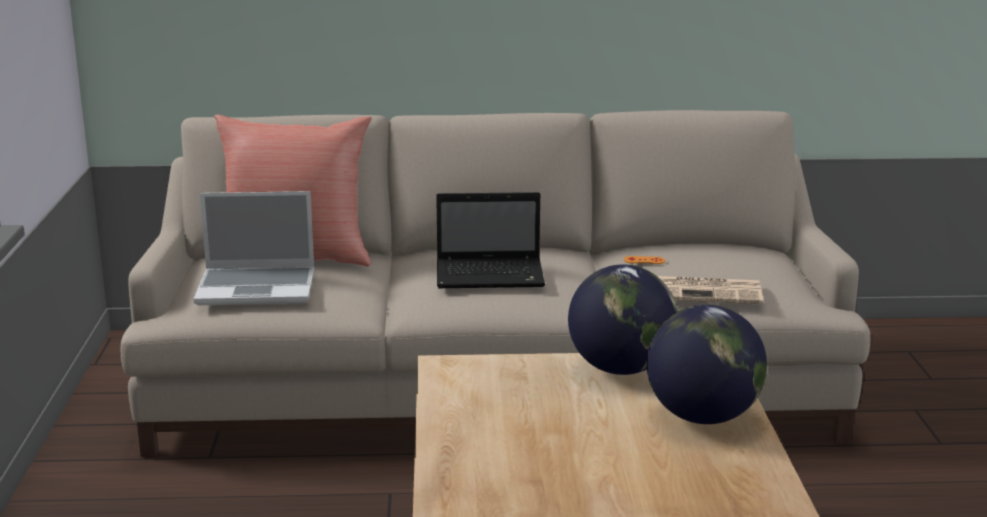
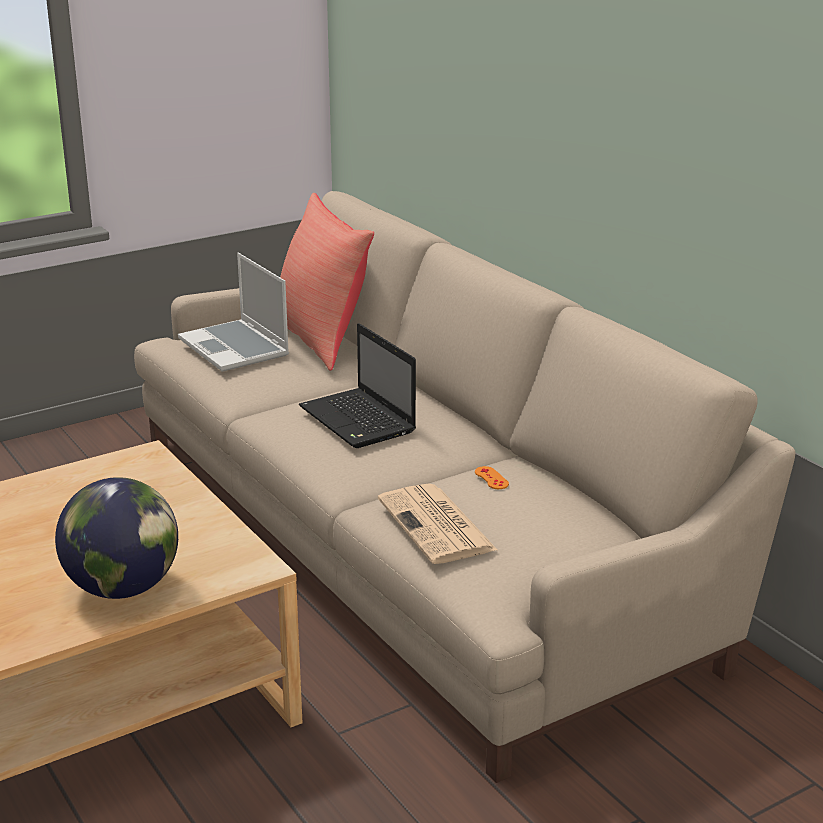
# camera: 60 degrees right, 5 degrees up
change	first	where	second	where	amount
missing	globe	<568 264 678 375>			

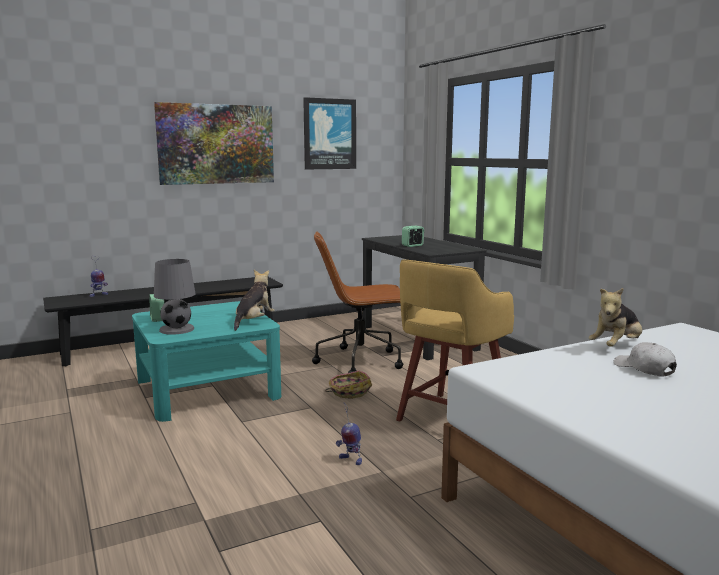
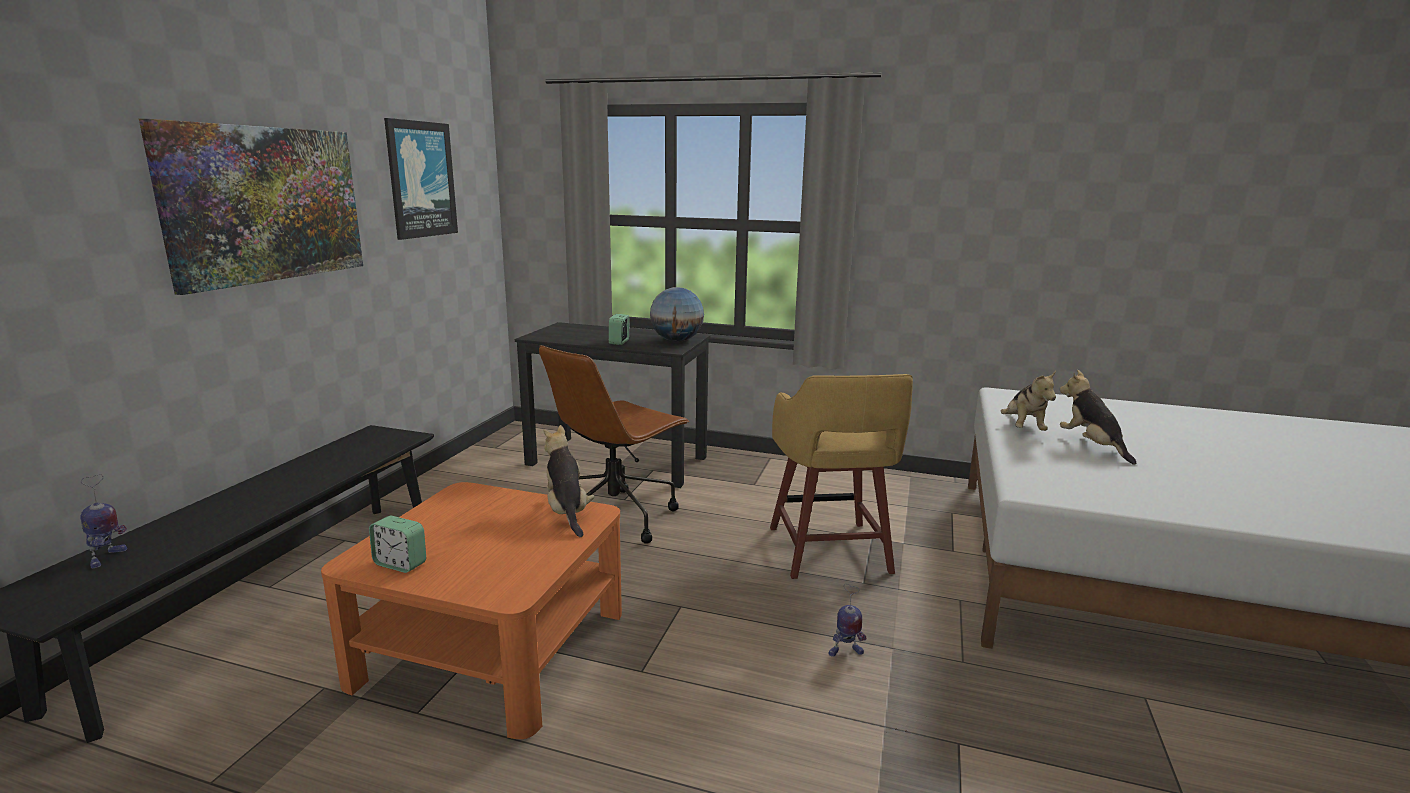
# camera: 45 degrees left, 5 degrees up
change	first	where	second	where	amount
colour	coffee table (turquoise)	<132 301 281 422>	coffee table (orange)	<321 482 622 739>	
missing	table lamp (grey)	<154 259 196 335>			
missing	basket	<325 371 372 399>			
exchanged	cap (white)	<613 342 677 377>	plush toy	<1060 370 1136 465>	
appeared			globe	<650 287 704 342>	

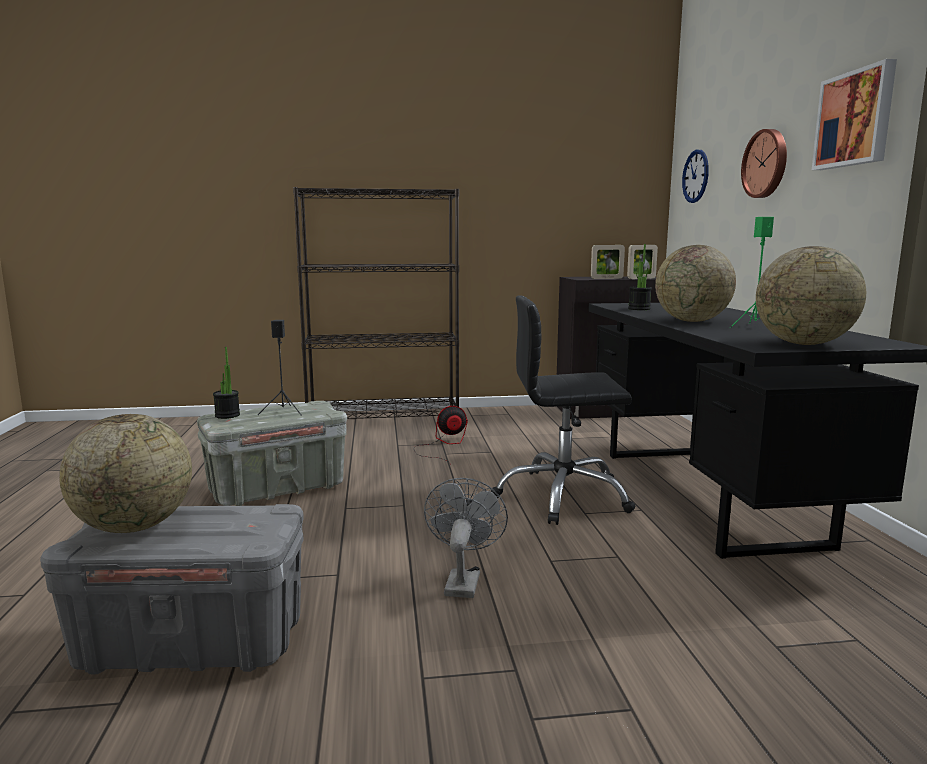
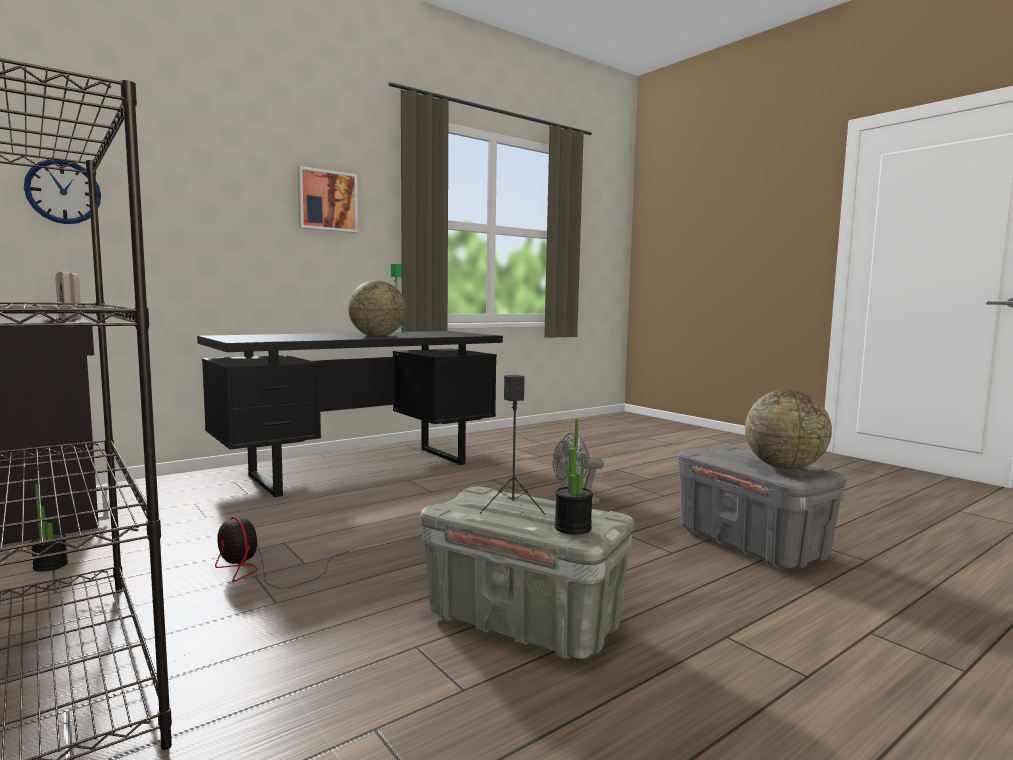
# camera: 120 degrees left, 5 degrees down
change	first	where	second	where	amount
missing	office chair (black)	<491 295 636 525>			
relocated	potted plant	<628 244 652 310>		<31 484 68 572>	
missing	wall clock	<741 129 787 198>			
missing	globe	<756 246 866 345>			

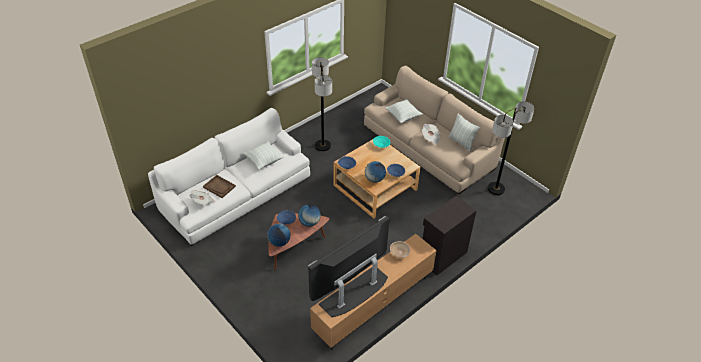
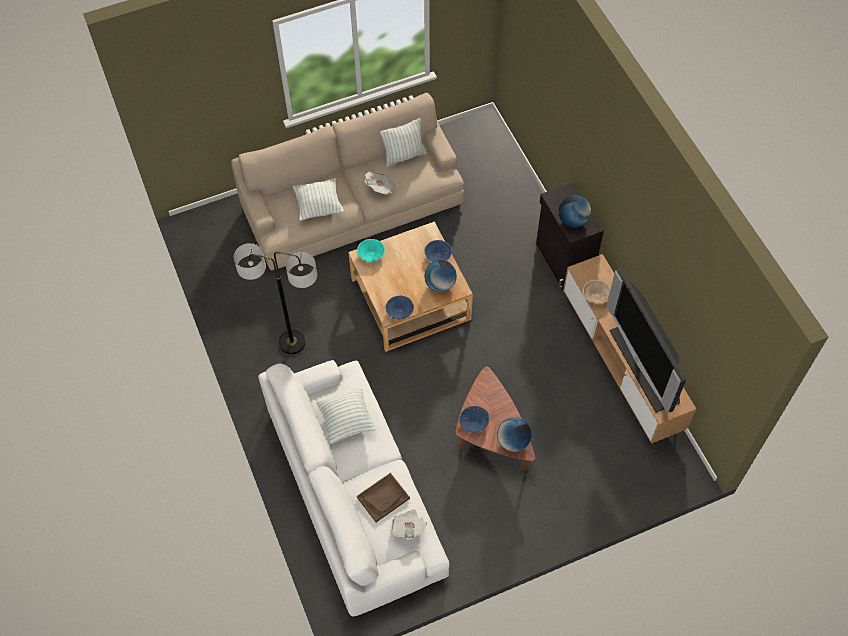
# camera: 70 degrees left, 15 degrees up
change	first	where	second	where	amount
relocated	globe	<298 204 321 227>		<558 195 591 228>	
missing	floor lamp	<488 101 535 195>			

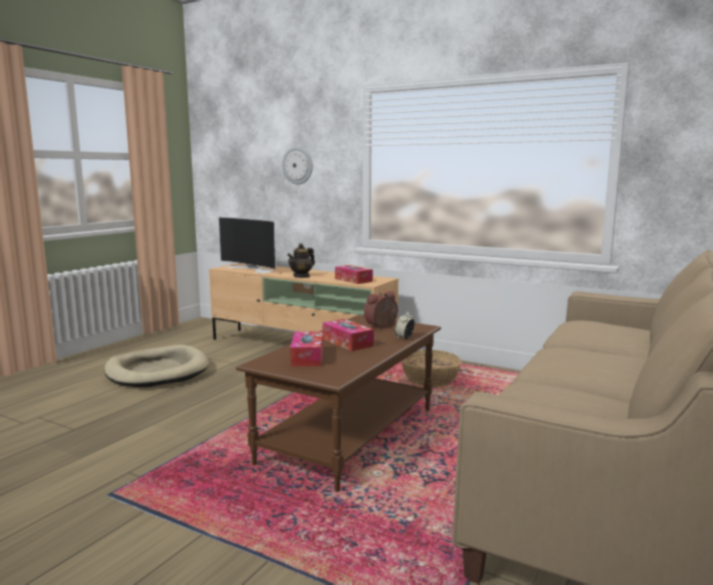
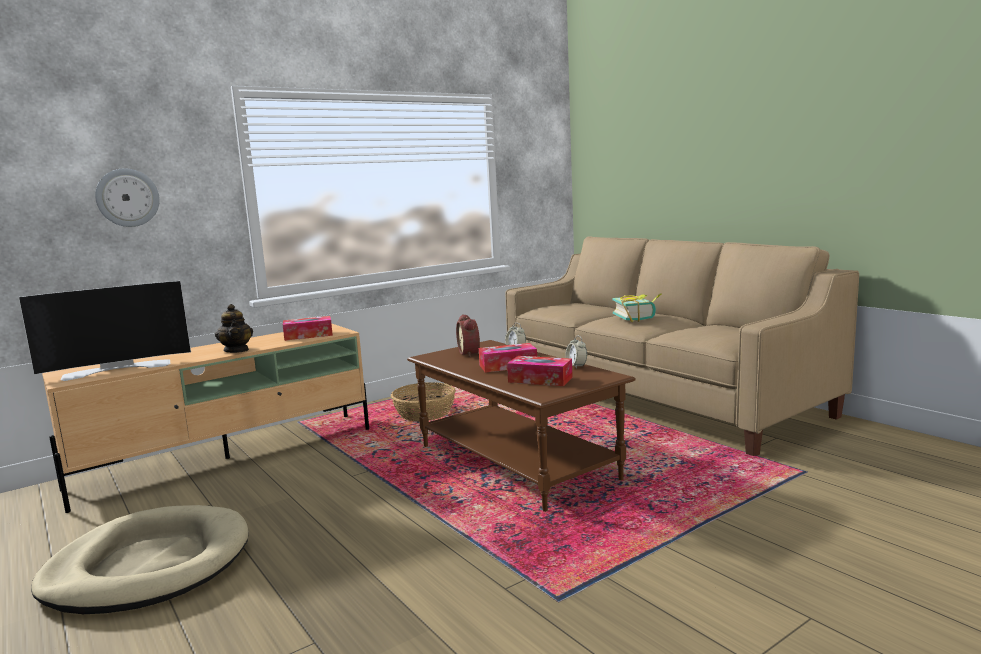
# camera: 65 degrees left, 0 degrees up
change	first	where	second	where	amount
appeared			alarm clock	<565 336 587 369>	
appeared			book	<612 293 661 322>	

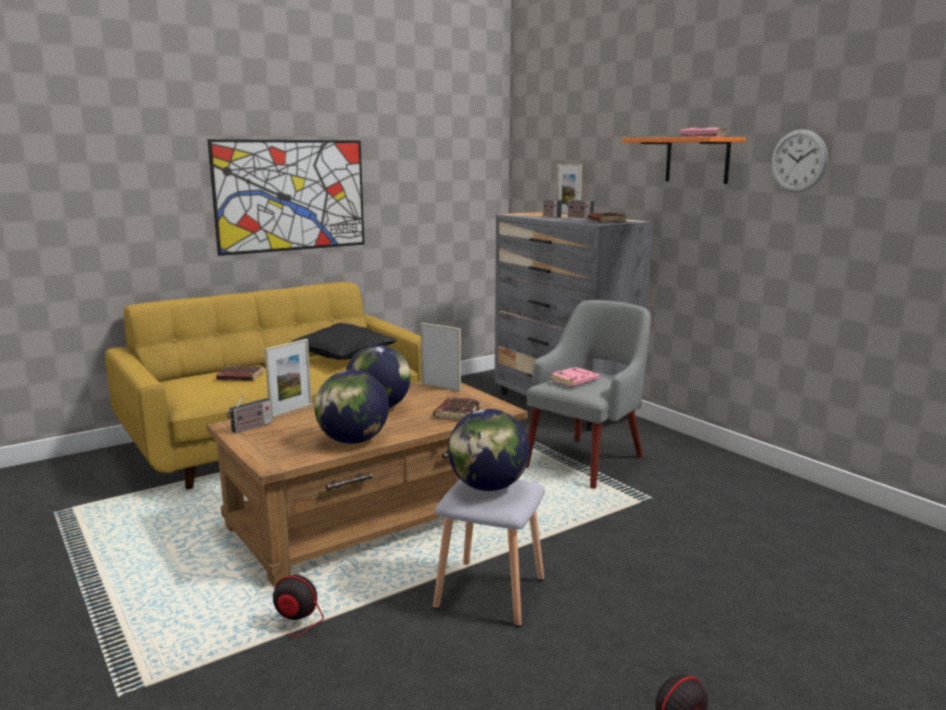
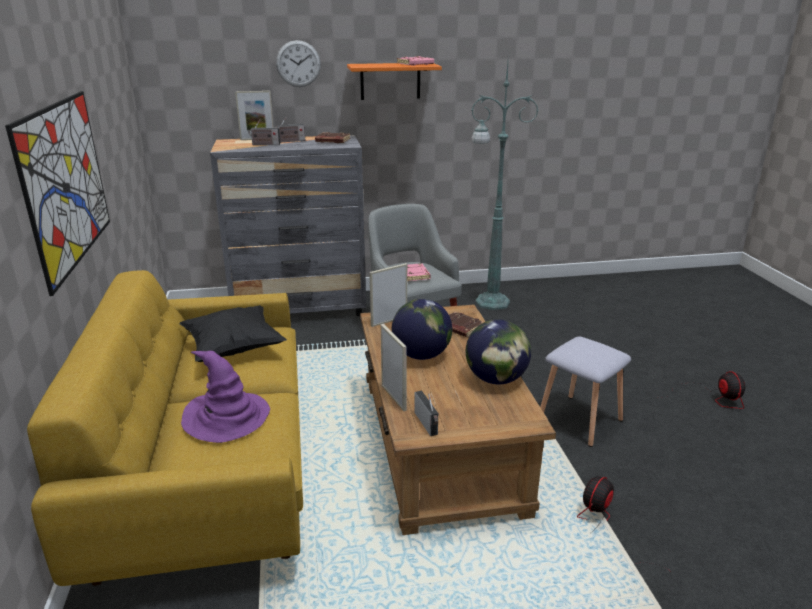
# camera: 65 degrees left, 10 degrees up
change	first	where	second	where	amount
exchanged	book (brown)	<216 365 263 381>	hat (purple)	<181 351 270 443>	
missing	globe	<448 409 530 491>			
relocated	wall clock	<771 129 828 192>		<276 40 321 87>	
appeared			floor lamp (green)	<472 63 539 310>	

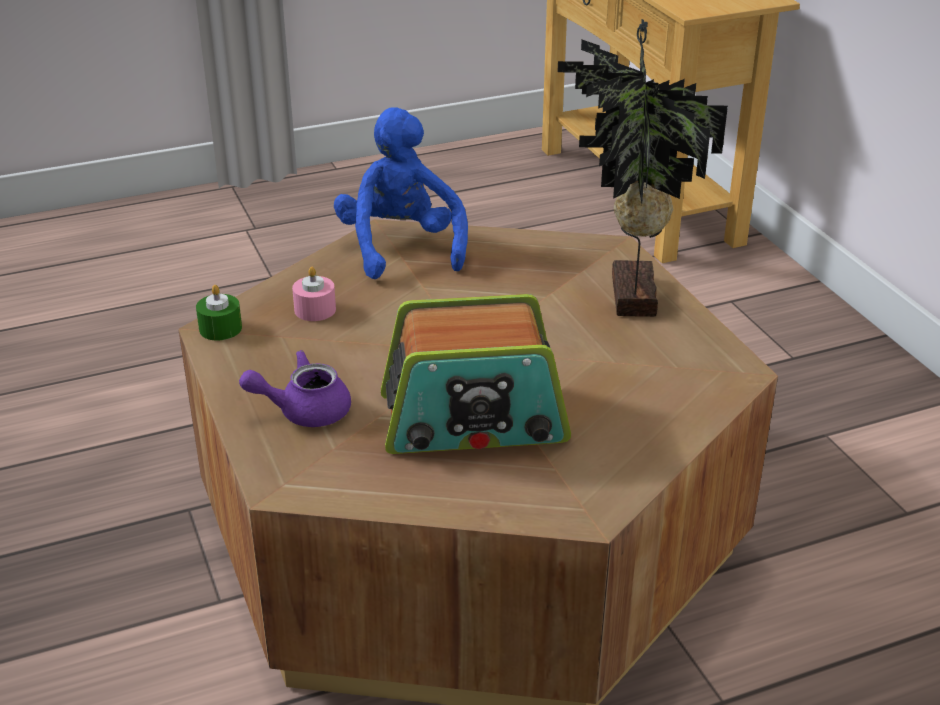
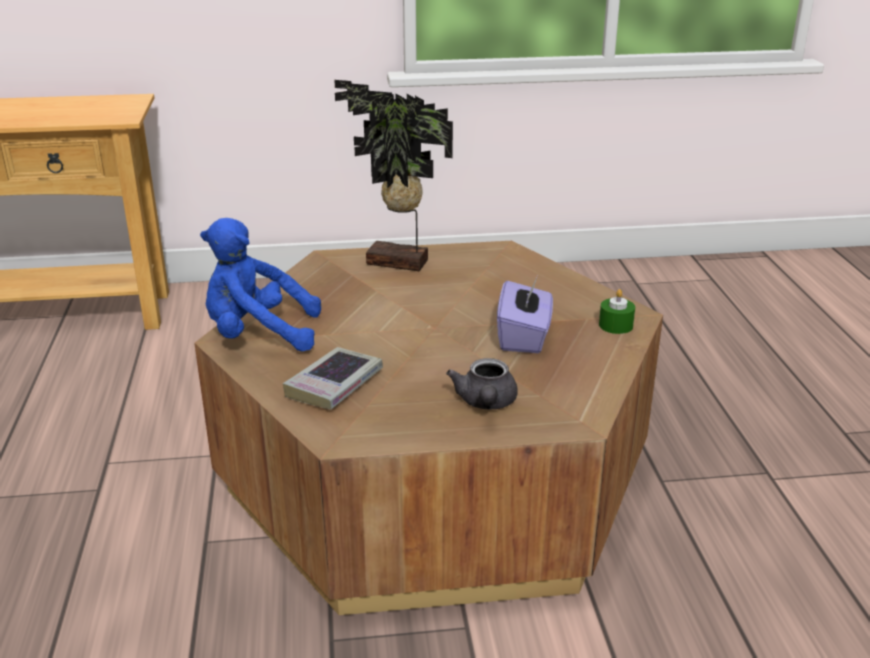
# camera: 75 degrees left, 5 degrees down
change	first	where	second	where	amount
relocated	candle (green)	<196 285 242 340>		<599 289 635 334>	
colour	teapot (purple)	<239 350 351 427>	teapot (grey)	<446 358 518 410>	
exchanged	candle (pink)	<292 267 336 321>	book	<283 347 383 410>	
exchanged	radio	<381 294 571 454>	tissue box (purple)	<497 280 553 353>	

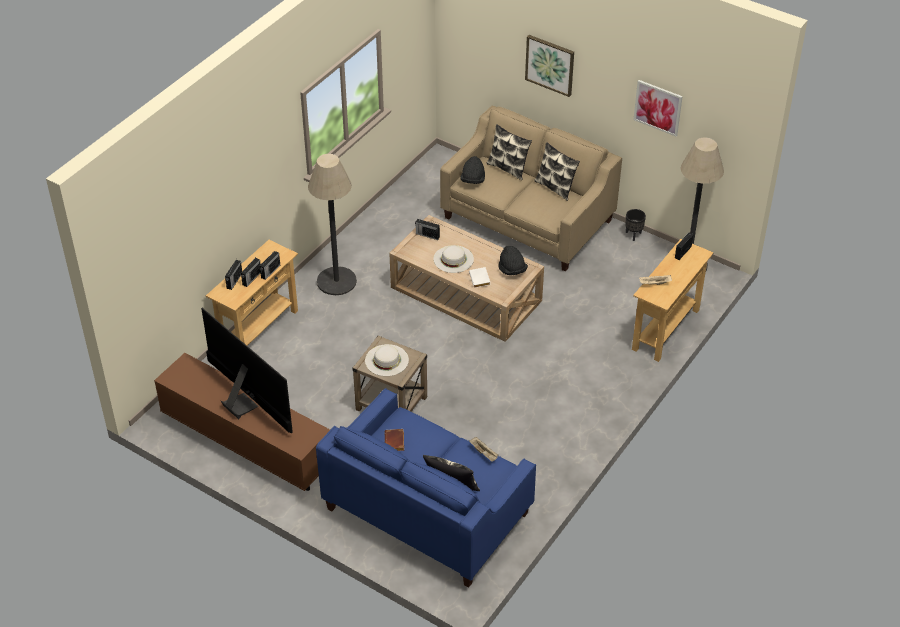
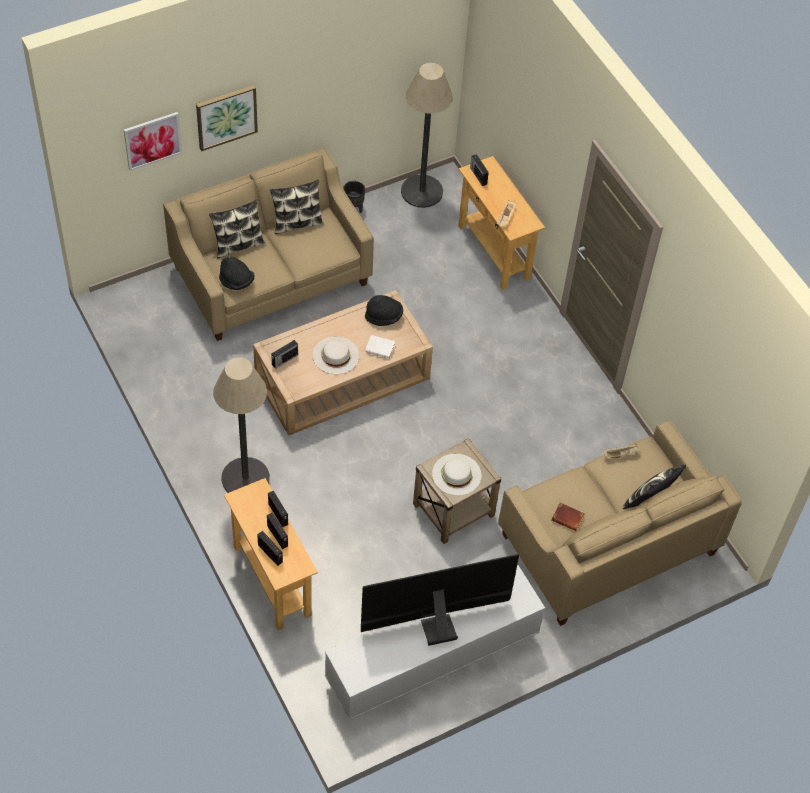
# camera: 65 degrees left, 10 degrees up
change	first	where	second	where	amount
colour	tv stand (brown)	<154 353 330 491>	tv stand (white)	<325 565 545 720>	
colour	sofa (blue)	<316 388 536 588>	sofa (beige)	<498 420 742 626>	
relocated	picture	<634 80 683 136>		<124 112 182 171>	

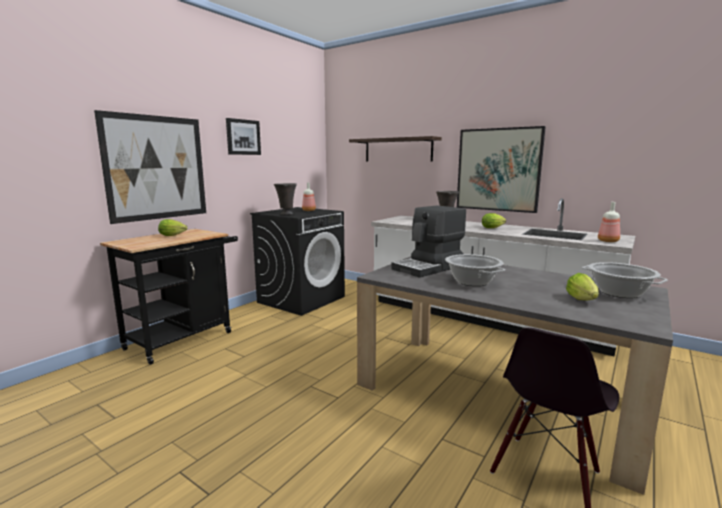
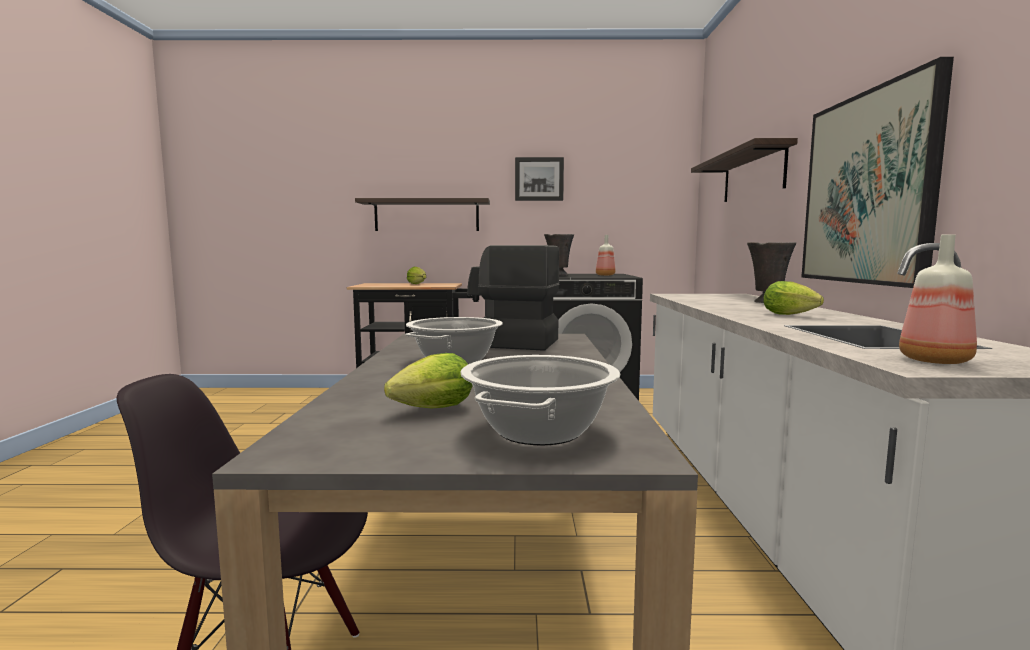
# camera: 55 degrees right, 5 degrees down
change	first	where	second	where	amount
exchanged	picture	<94 110 206 224>	shelf	<355 198 490 231>	

